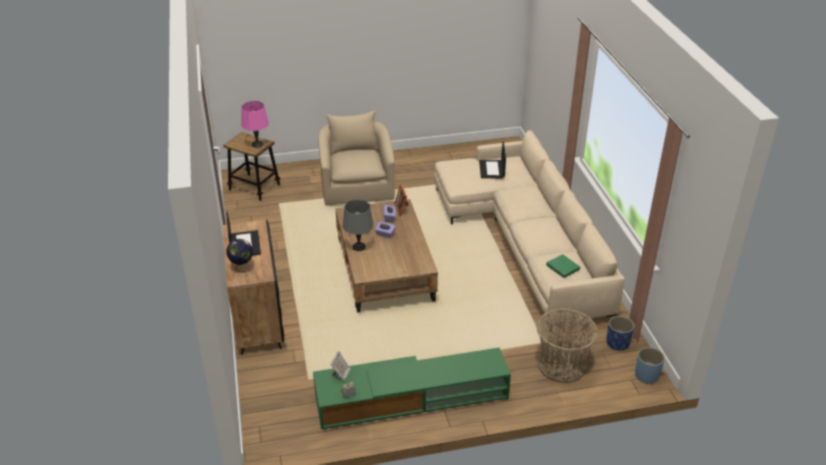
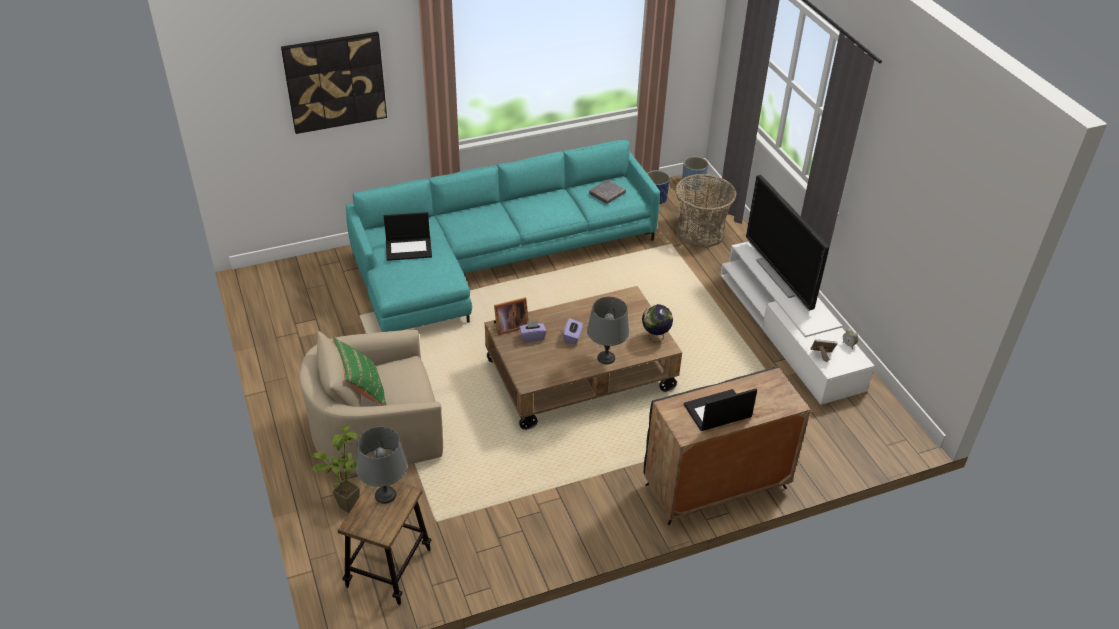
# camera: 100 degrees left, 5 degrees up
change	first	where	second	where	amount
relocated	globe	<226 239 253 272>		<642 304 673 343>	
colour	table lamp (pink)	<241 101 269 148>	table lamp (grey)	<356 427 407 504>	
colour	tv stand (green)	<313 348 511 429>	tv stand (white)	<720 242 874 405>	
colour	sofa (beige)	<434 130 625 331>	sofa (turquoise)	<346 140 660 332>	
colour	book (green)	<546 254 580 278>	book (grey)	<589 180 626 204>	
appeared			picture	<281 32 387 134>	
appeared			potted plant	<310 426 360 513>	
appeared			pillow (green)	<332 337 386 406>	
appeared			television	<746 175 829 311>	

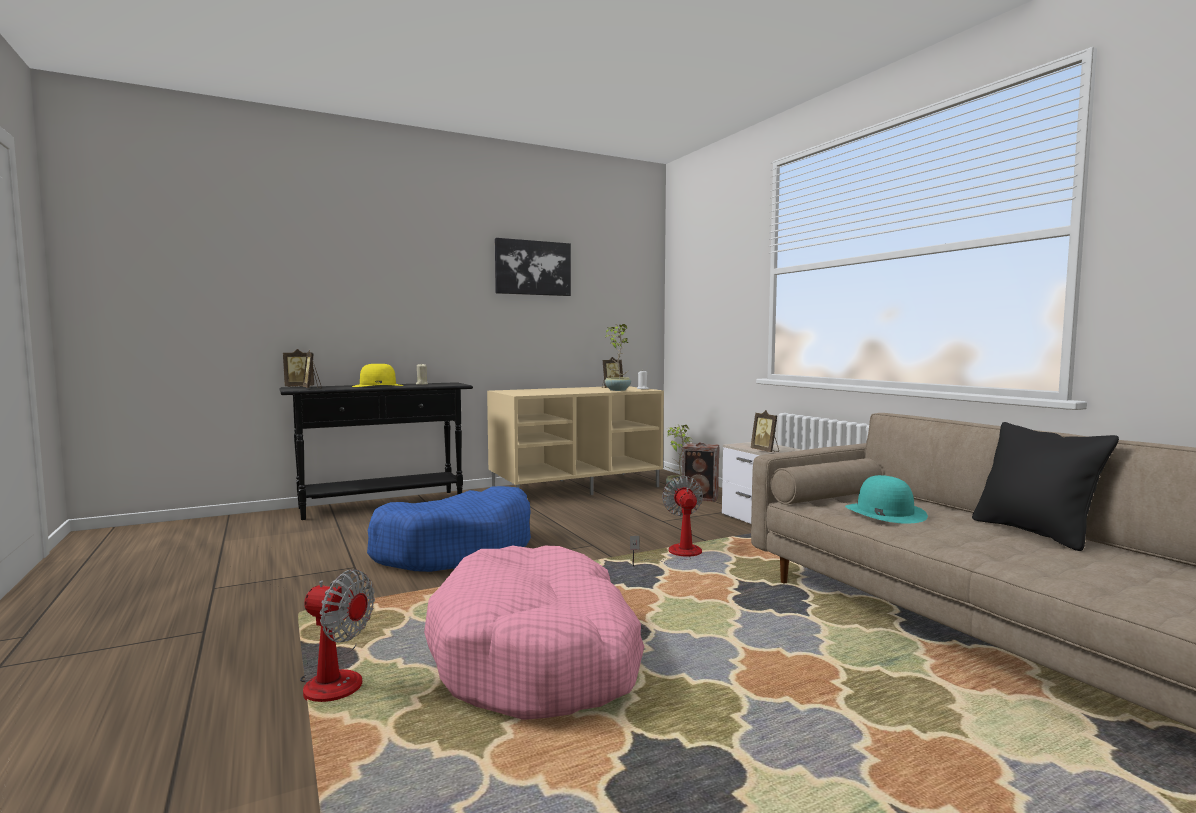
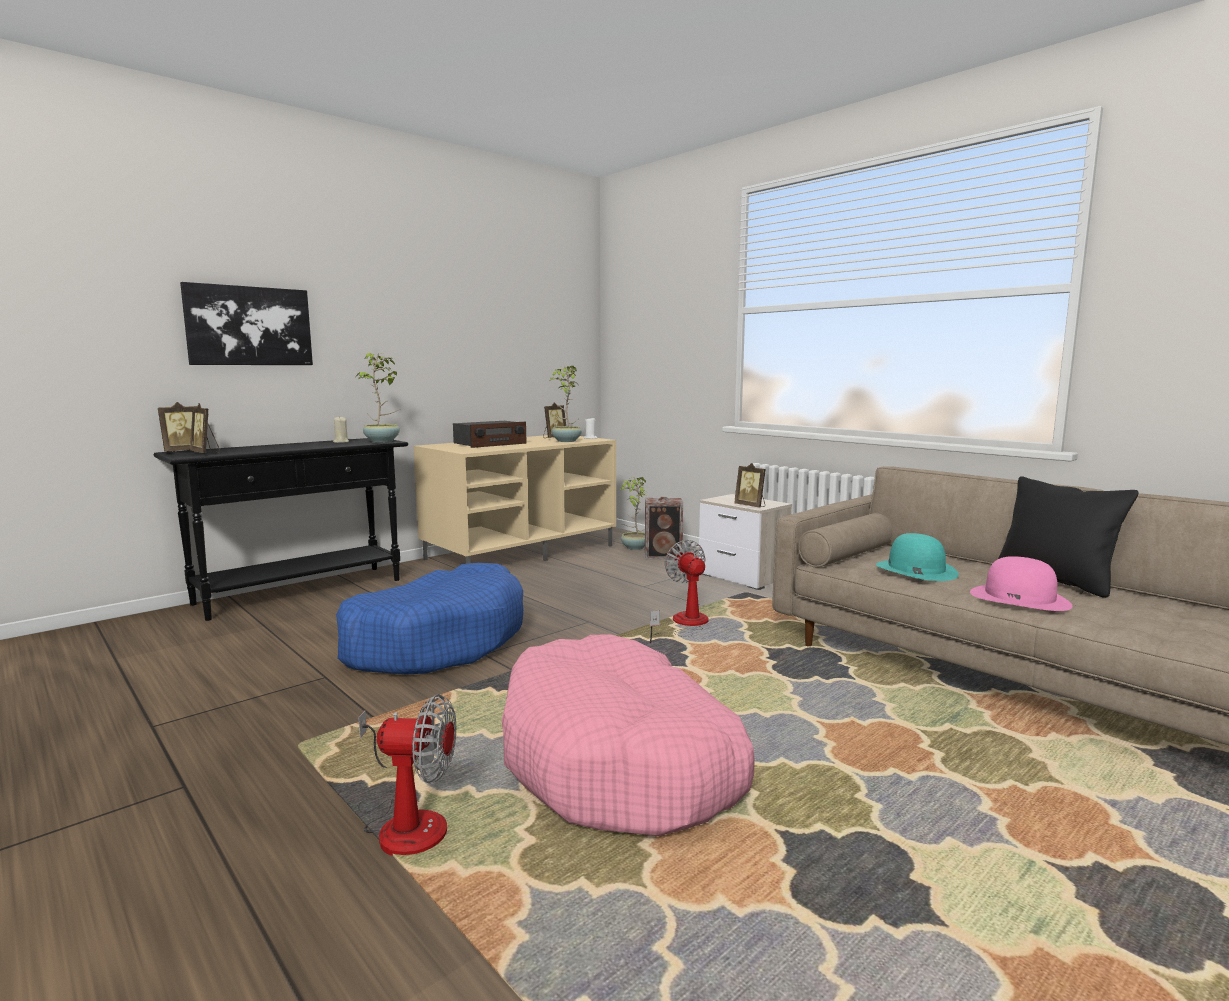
# camera: 15 degrees left, 5 degrees up
change	first	where	second	where	amount
missing	hat (yellow)	<352 364 404 387>			
relocated	picture	<495 238 571 296>		<180 282 313 365>	
appeared			potted plant	<356 353 401 443>	
appeared			radio	<453 421 527 448>	
appeared			hat (pink)	<970 556 1073 611>	

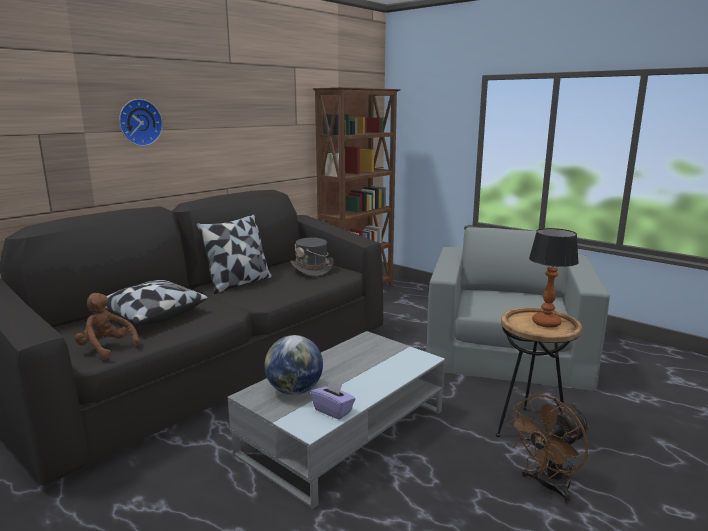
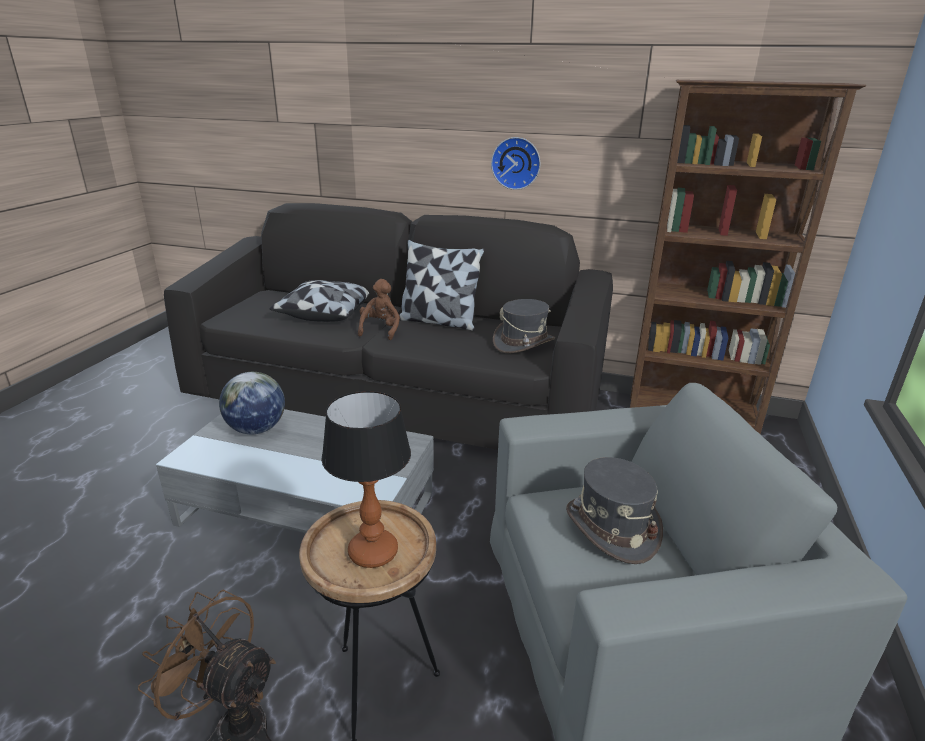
# camera: 65 degrees right, 10 degrees up
change	first	where	second	where	amount
relocated	plush toy (brown)	<75 293 140 360>		<358 279 400 340>	
relocated	wall clock	<119 99 163 146>		<491 137 540 190>	
missing	tissue box (purple)	<311 379 355 420>			
appeared			hat (grey)	<566 457 663 564>	

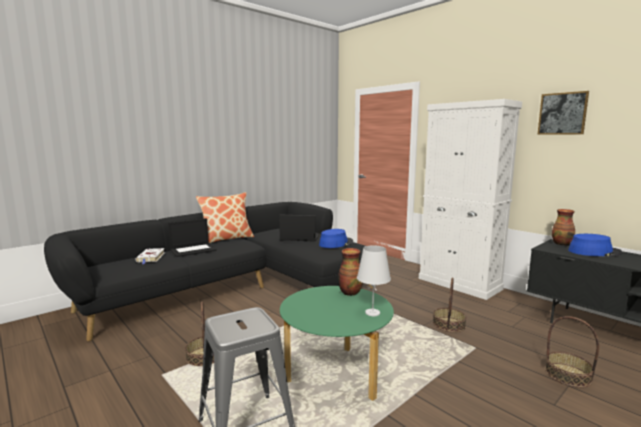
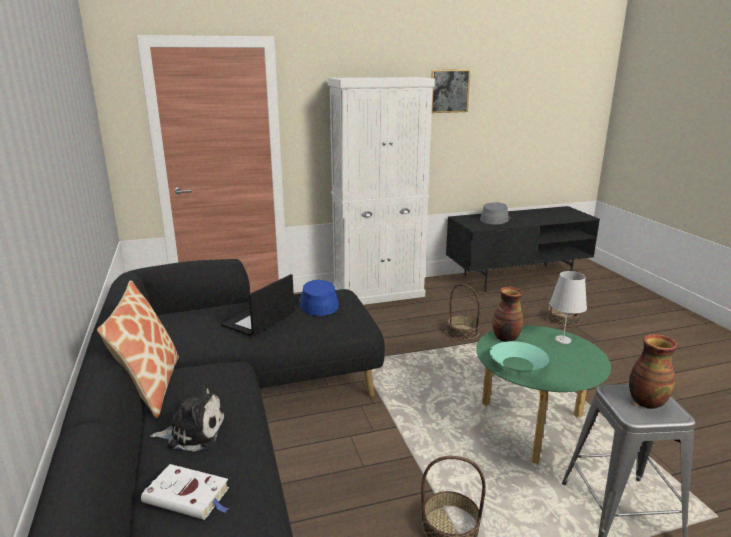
# camera: 65 degrees left, 10 degrees up
change	first	where	second	where	amount
exchanged	laptop	<168 218 217 257>	plush toy	<150 384 226 452>	
relocated	vase	<552 209 575 246>		<629 334 677 409>	
colour	hat (blue)	<568 234 623 257>	hat (grey)	<480 202 511 225>	
appeared			bowl (turquoise)	<490 341 549 373>	

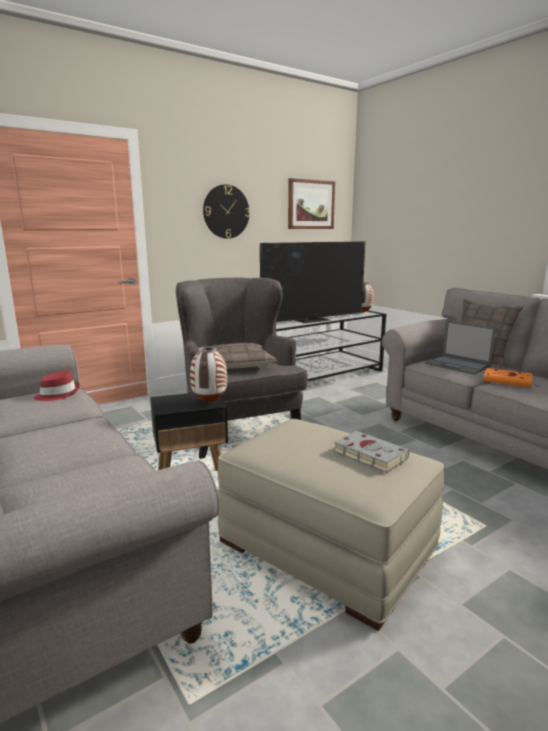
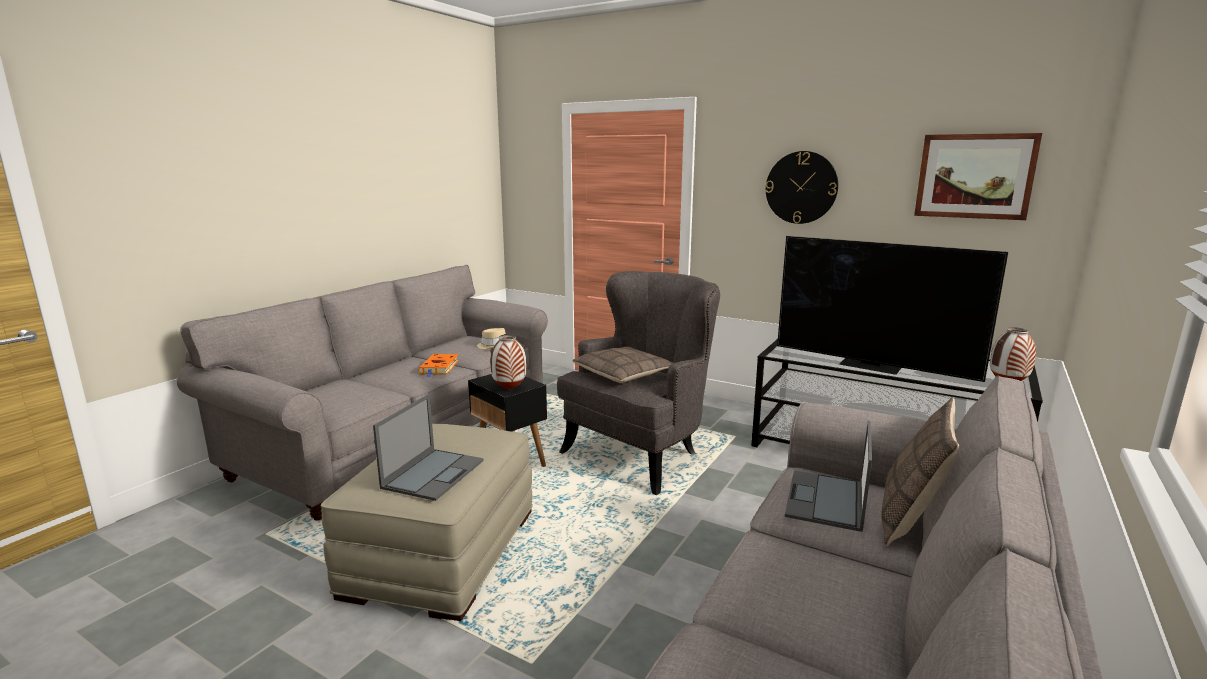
# camera: 65 degrees right, 0 degrees up
change	first	where	second	where	amount
colour	hat (red)	<34 370 80 401>	hat (beige)	<477 328 506 349>	
exchanged	book (grey)	<333 431 409 473>	laptop	<373 394 484 501>	
relocated	book (orange)	<483 368 541 388>		<418 354 459 378>	

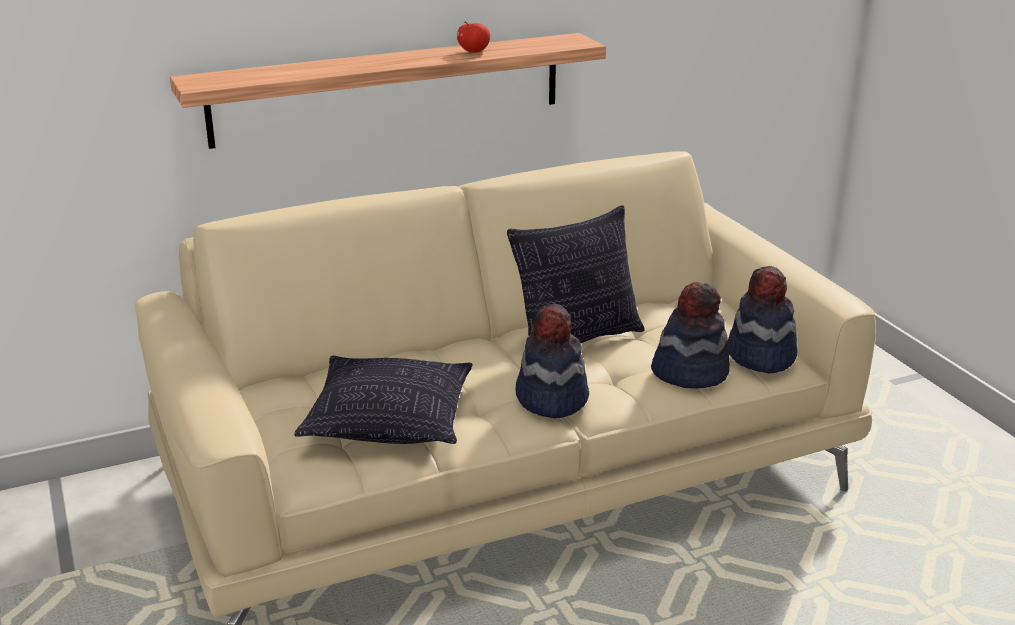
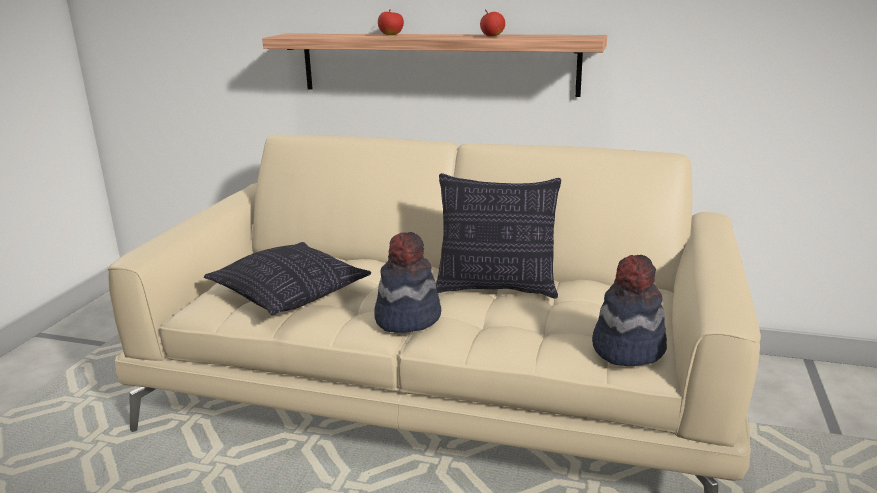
# camera: 40 degrees right, 5 degrees down
change	first	where	second	where	amount
missing	hat	<651 282 730 388>			
appeared			apple	<378 9 404 35>	

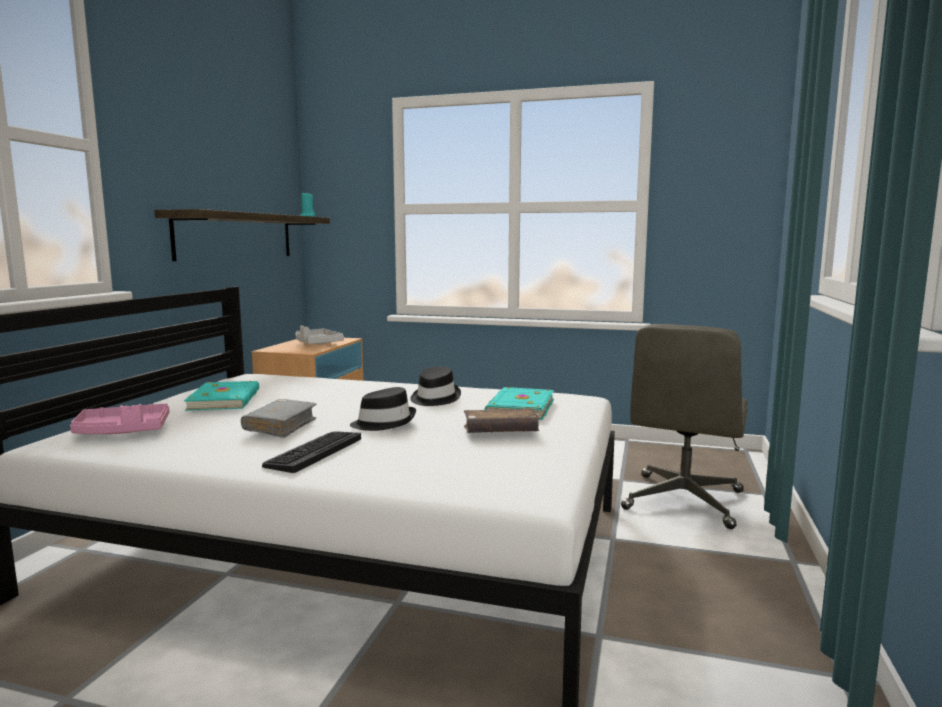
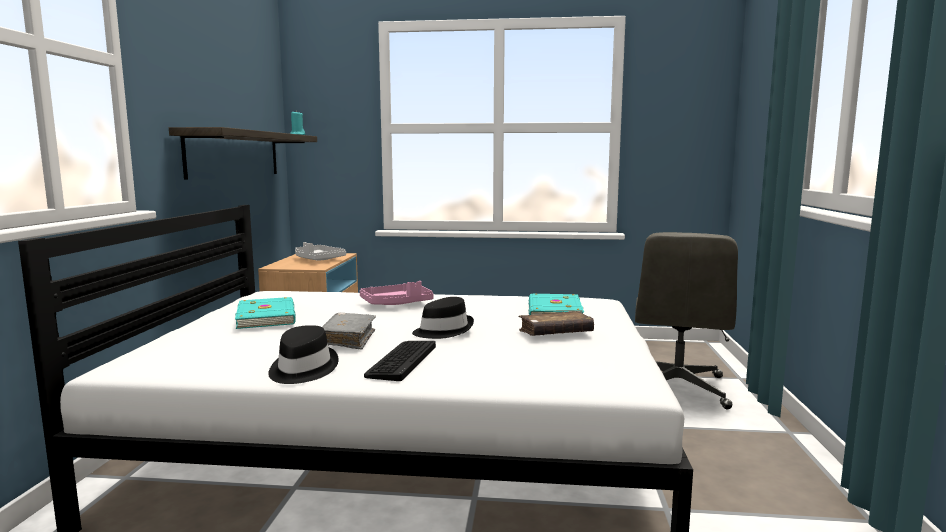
# camera: 10 degrees left, 0 degrees up
change	first	where	second	where	amount
relocated	tray (pink)	<70 404 169 434>		<359 281 434 305>	
relocated	hat (black)	<410 367 461 406>		<268 325 339 384>	

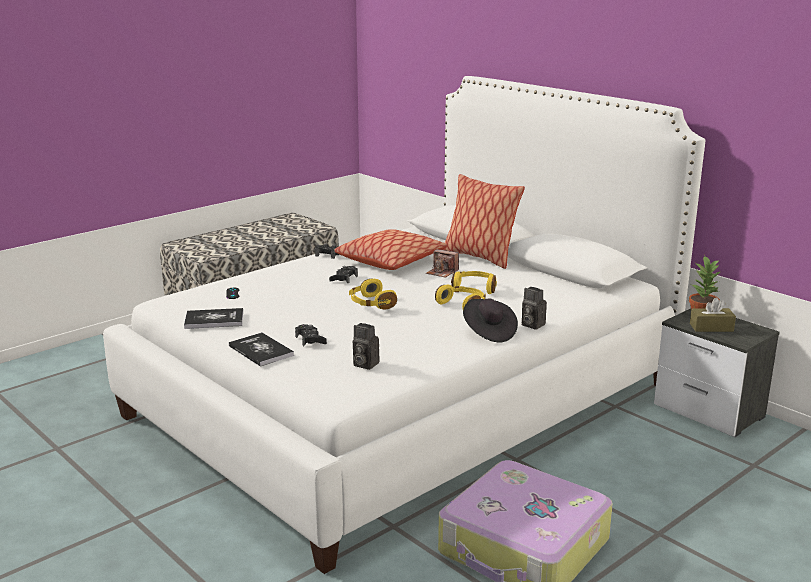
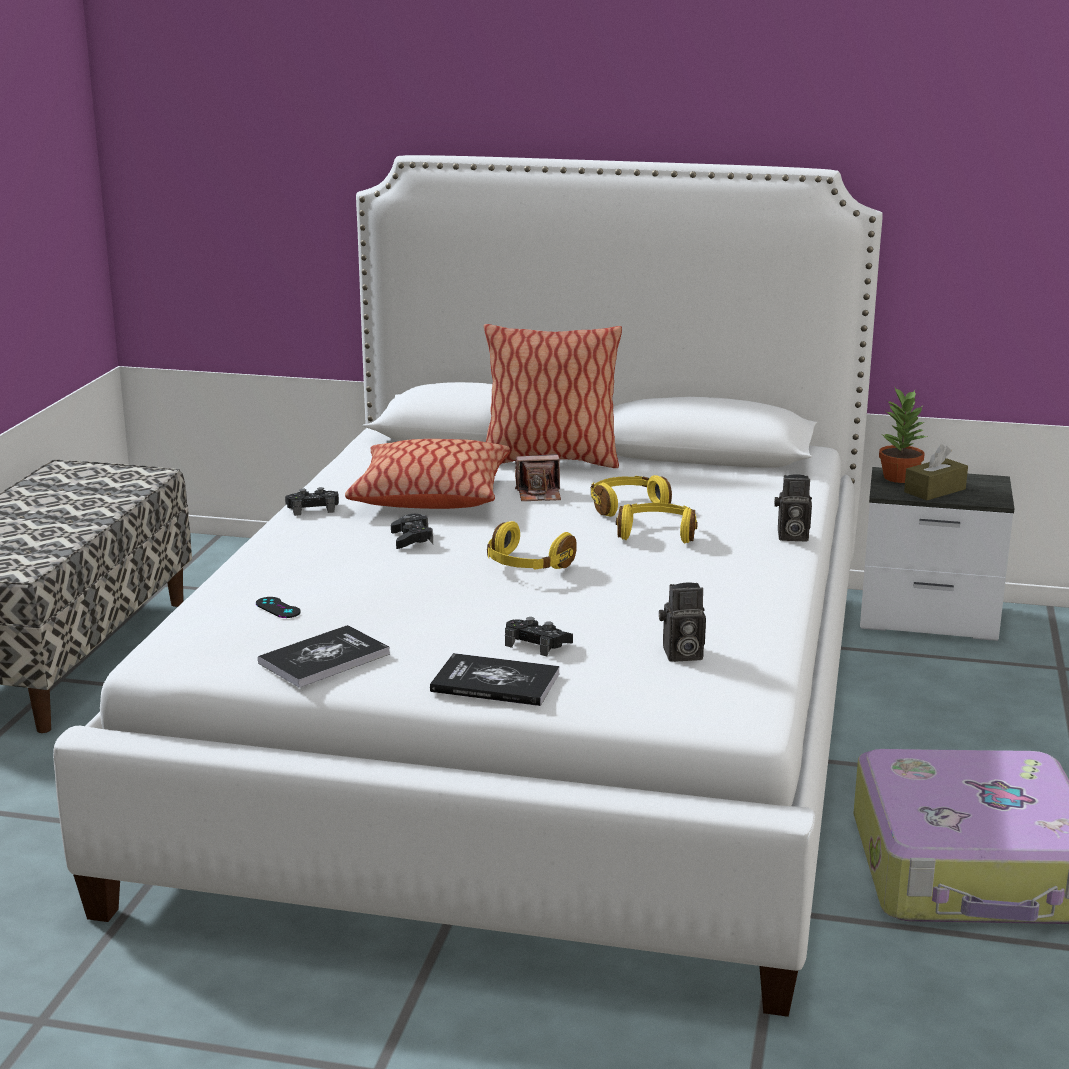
# camera: 35 degrees left, 0 degrees up
change	first	where	second	where	amount
missing	hat (black)	<463 298 518 343>			

